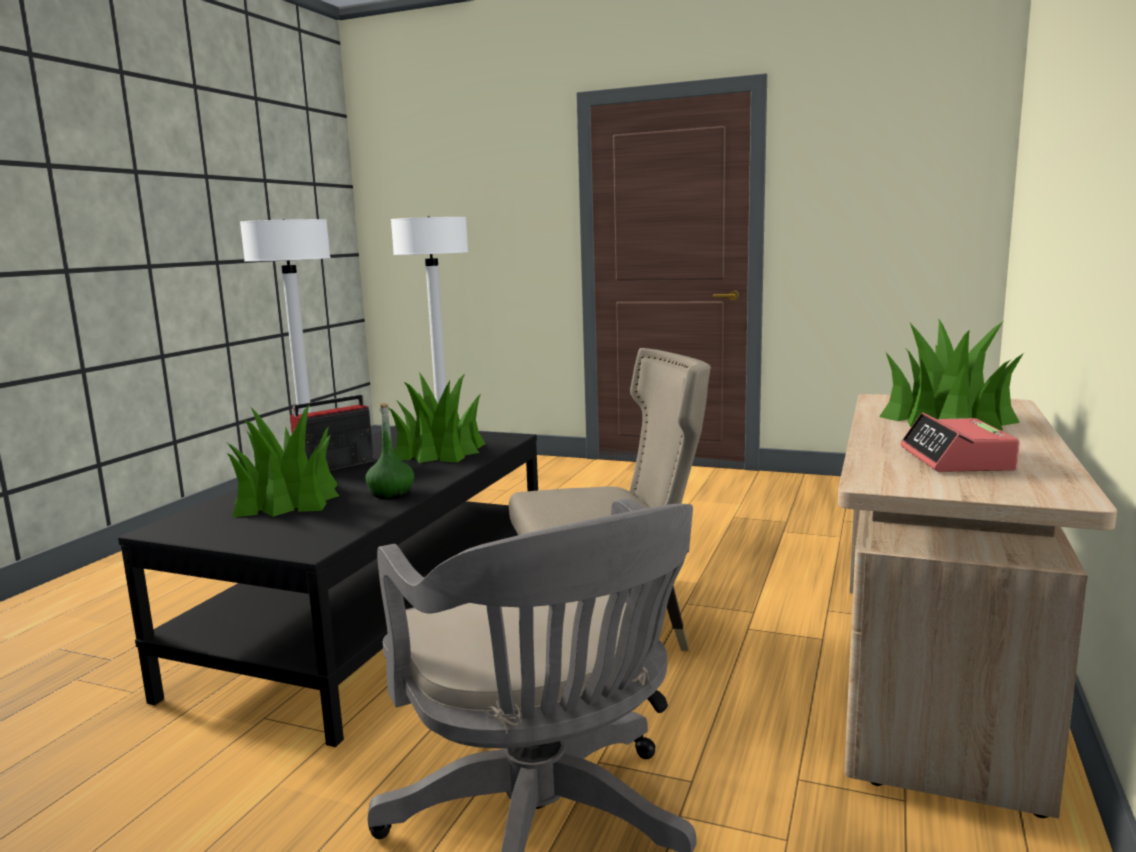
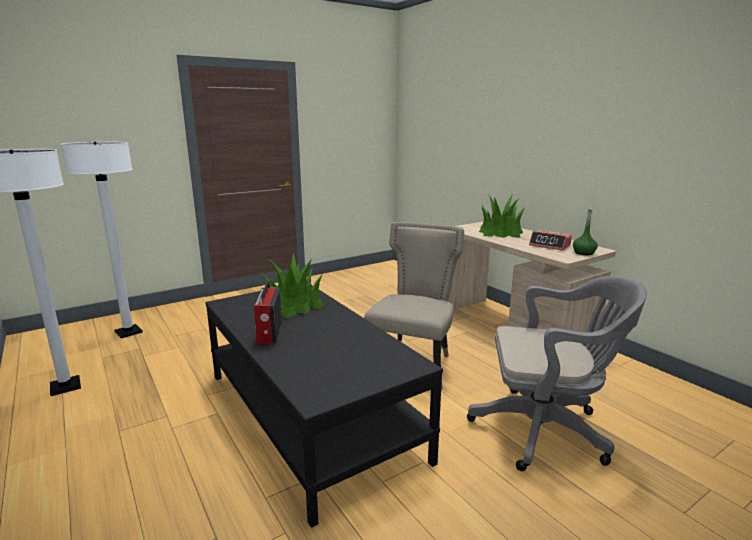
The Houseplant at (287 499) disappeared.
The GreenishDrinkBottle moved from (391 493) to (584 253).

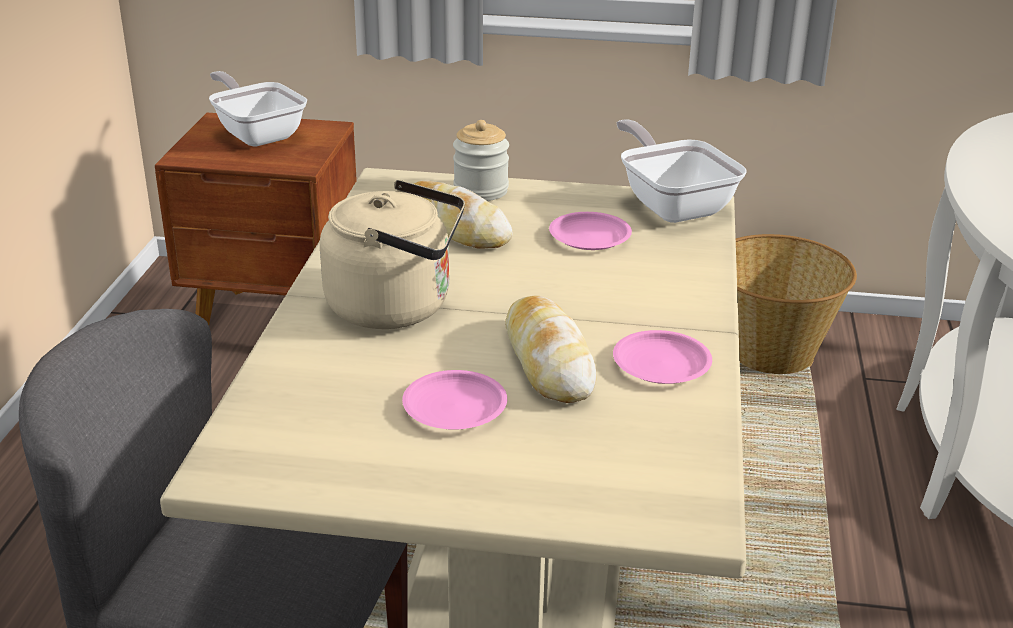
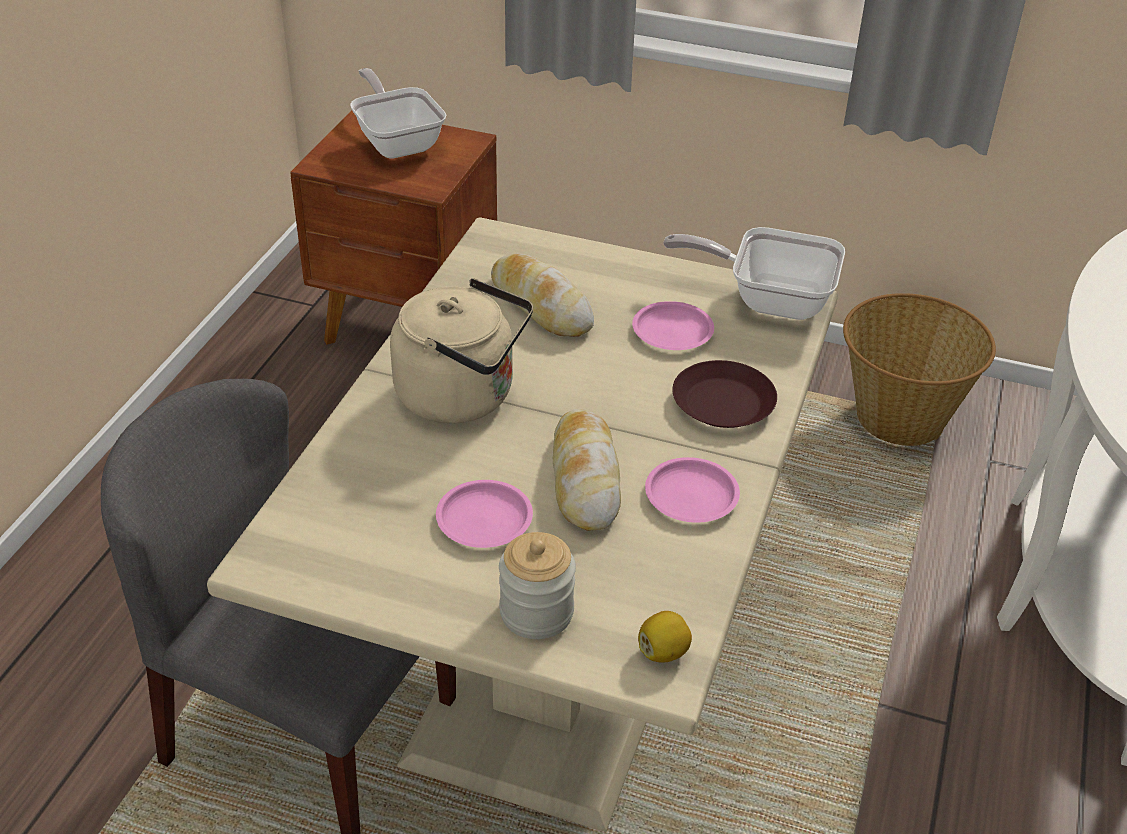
The WholeLemon at (663 652) appeared.
The BrownishDinnerPlate at (723 404) appeared.
The PreserveJar moved from (481 190) to (536 612).
The FryingPan at (672 204) turned 60 degrees counterclockwise.

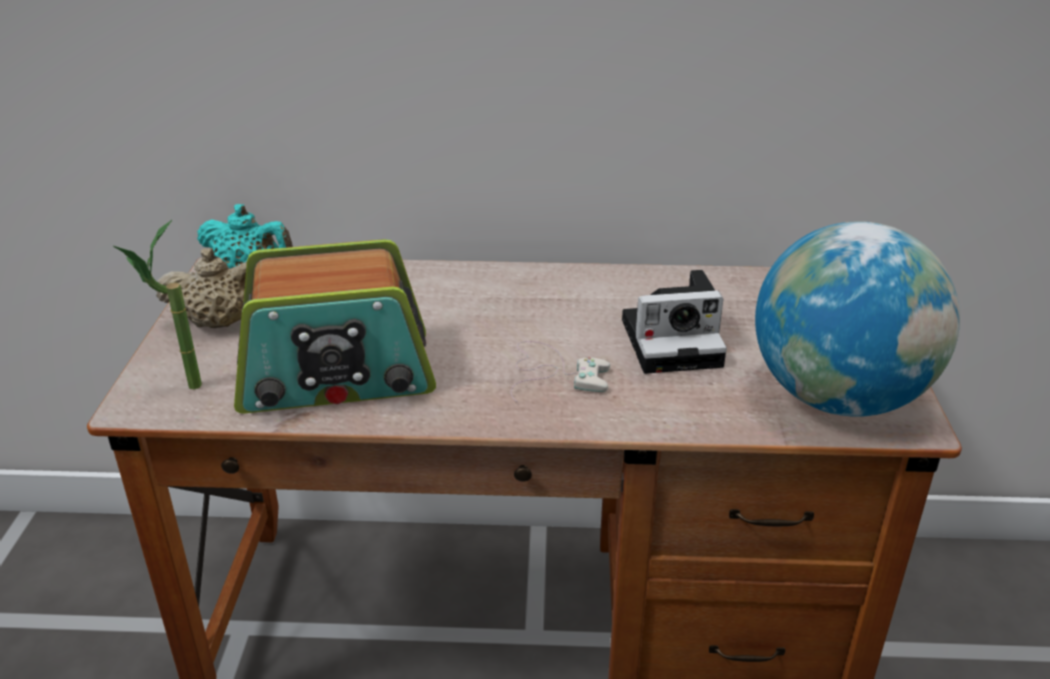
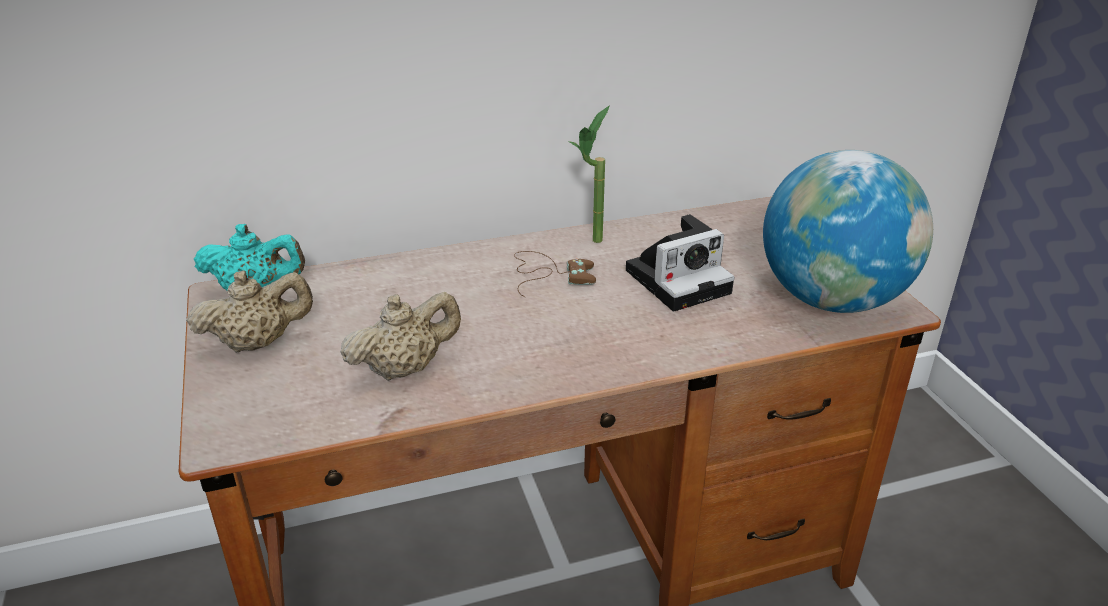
The WhiteGameController at (553 372) disappeared.
The BrownishGameController at (548 273) appeared.
The Houseplant moved from (180 389) to (590 244).
The Radio at (336 375) was replaced by the SandColouredPotForTea at (405 369).

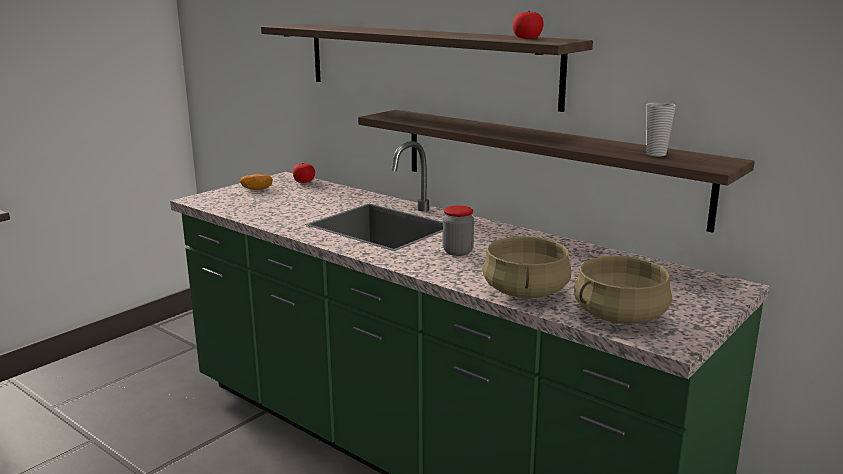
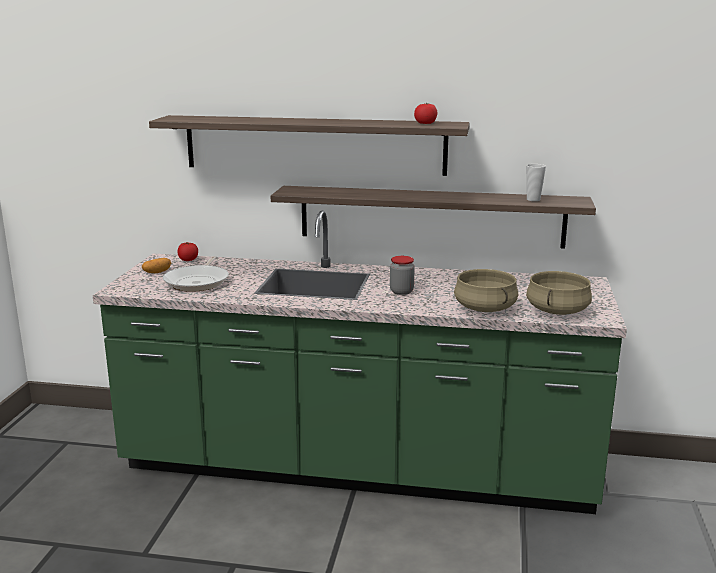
The FryingPan at (198 281) appeared.

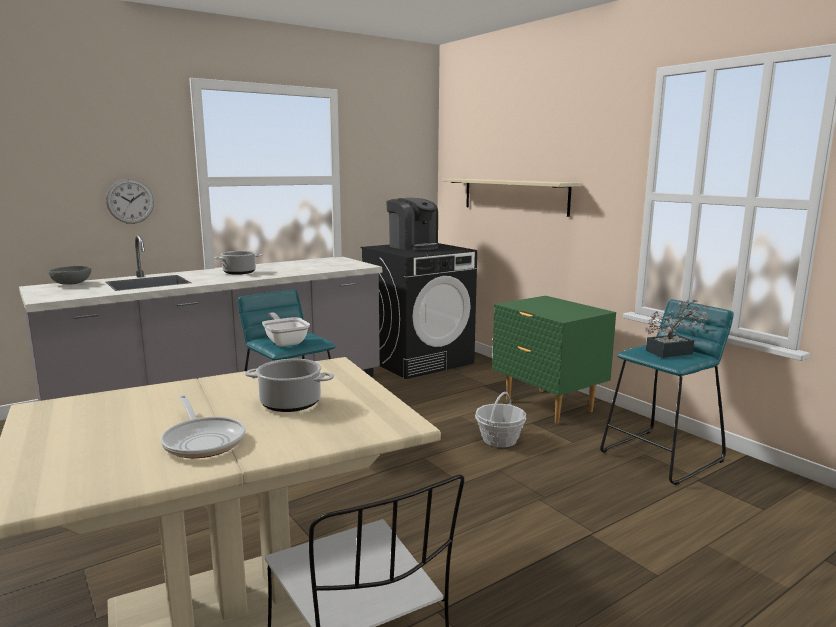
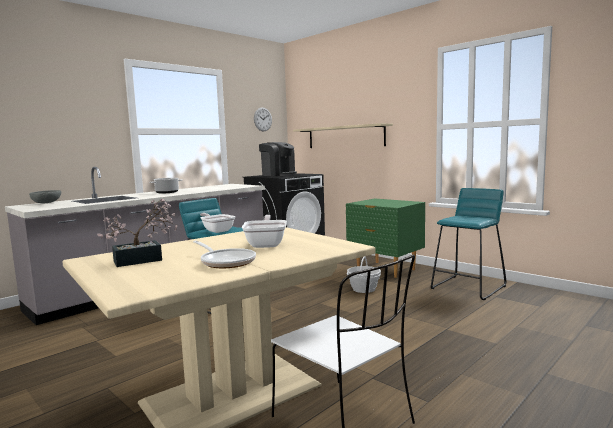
The ClockOnTheWall moved from (130 201) to (263 119).
The Houseplant moved from (673 352) to (144 260).
The Stockpot at (291 403) was replaced by the FryingPan at (266 244).

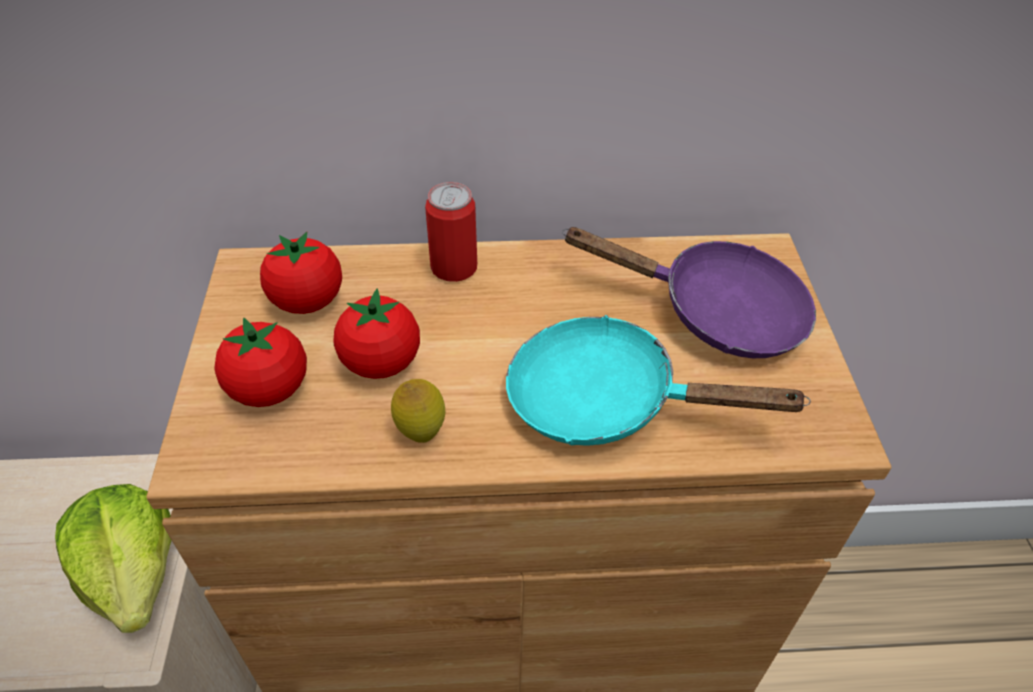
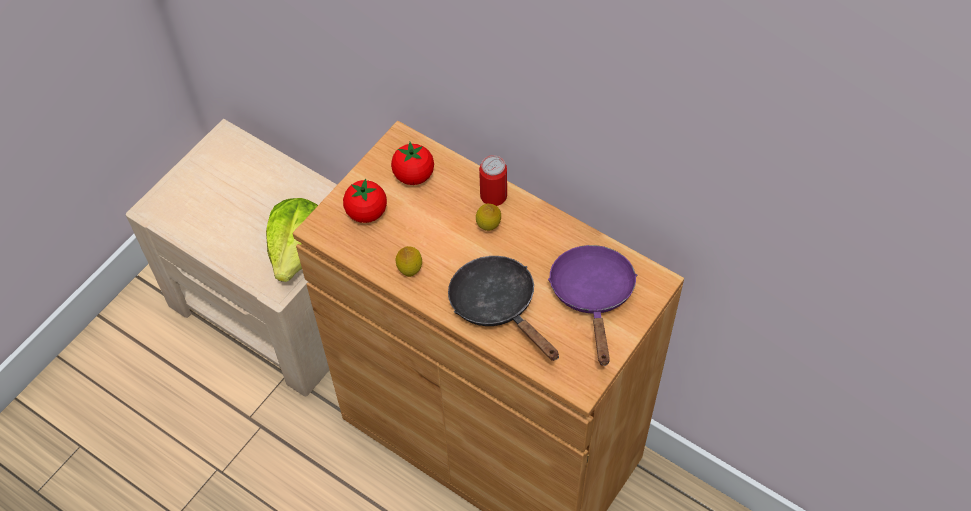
The FreshTomato at (381 363) disappeared.
The WholeLemon at (488 227) appeared.
The BlueGreenFryingPan at (607 400) became the BlackFryingPan at (498 306).
The PurpleColouredFryingPan at (715 312) turned 150 degrees counterclockwise.

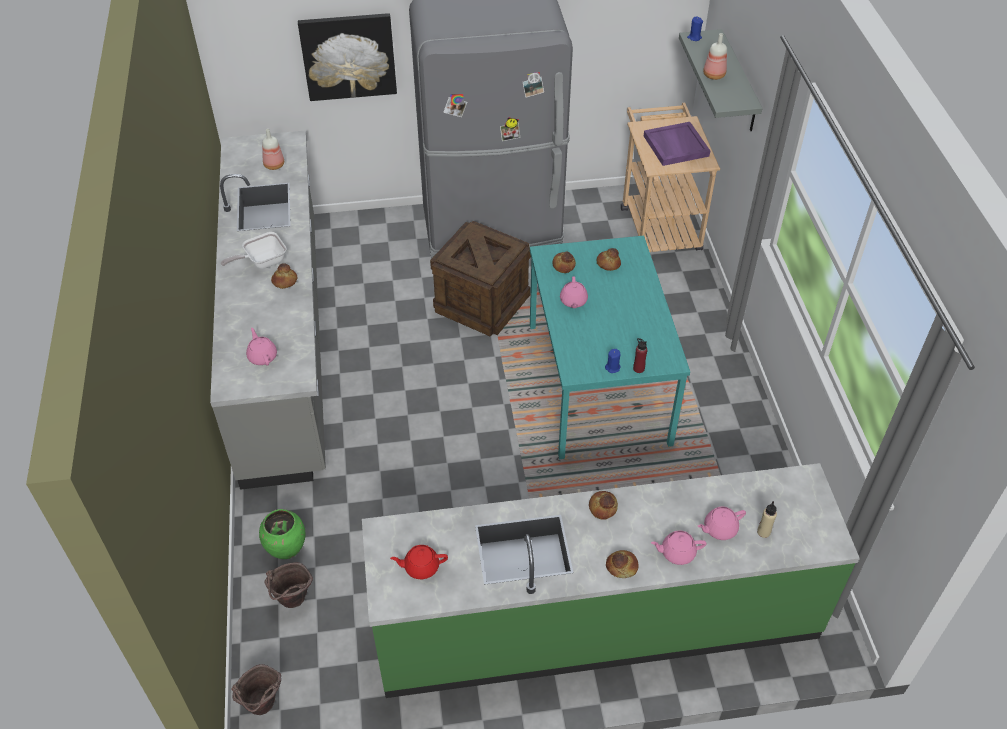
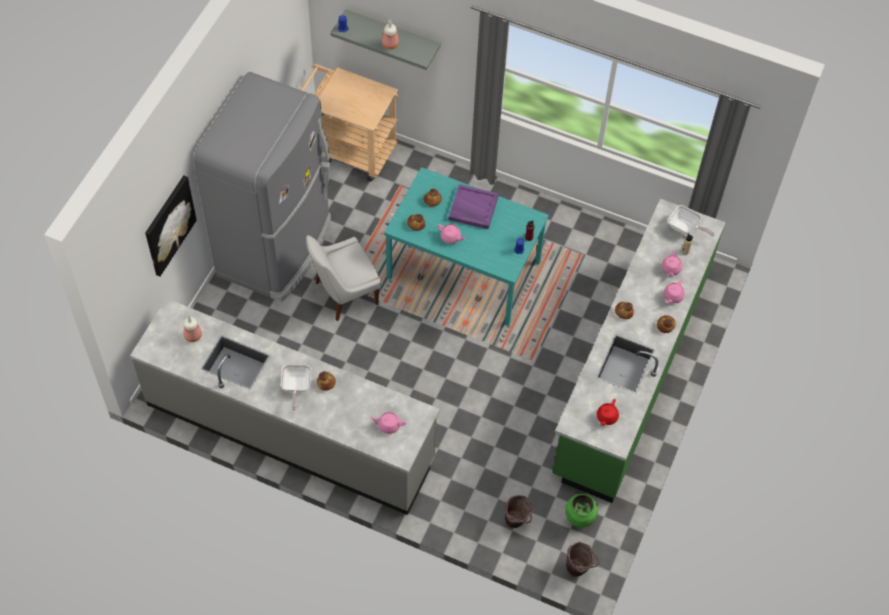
The FryingPan at (685 228) appeared.
The GreenishVase moved from (287 550) to (579 519).
The PurpleColouredServingTray moved from (675 146) to (472 208).
The ShippingCrate at (481 302) was replaced by the WhiteUprightChair at (344 294).

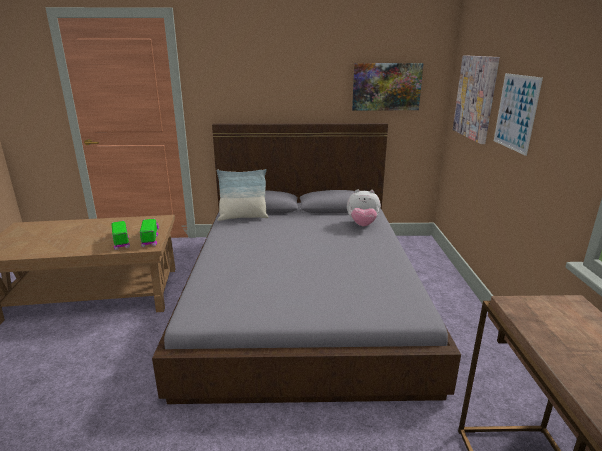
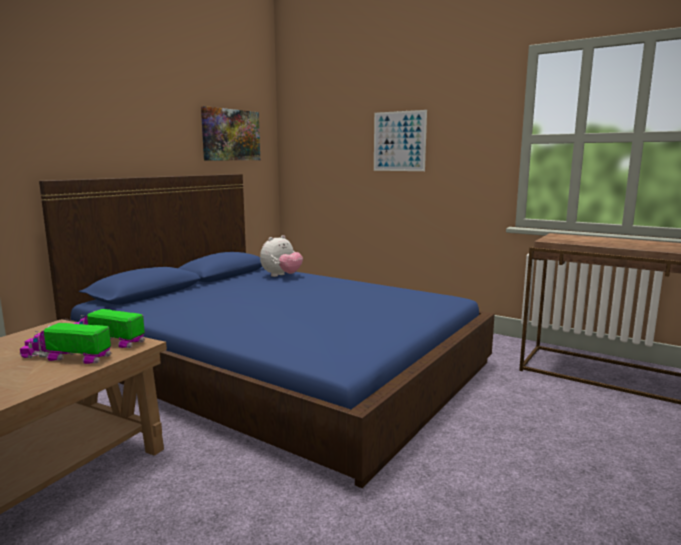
The Pillow at (243 217) disappeared.
The Picture at (475 97) disappeared.
The GreyishBed at (303 295) became the BluishBed at (279 364).

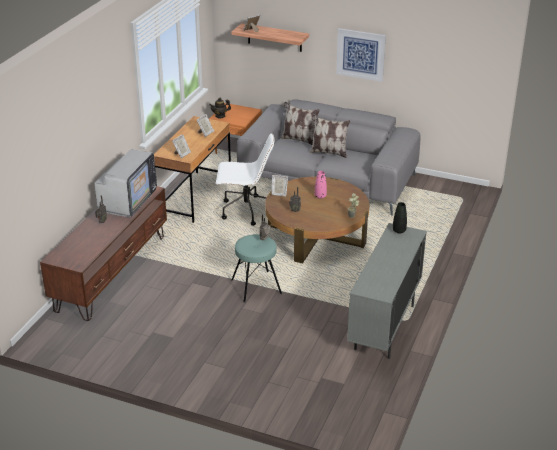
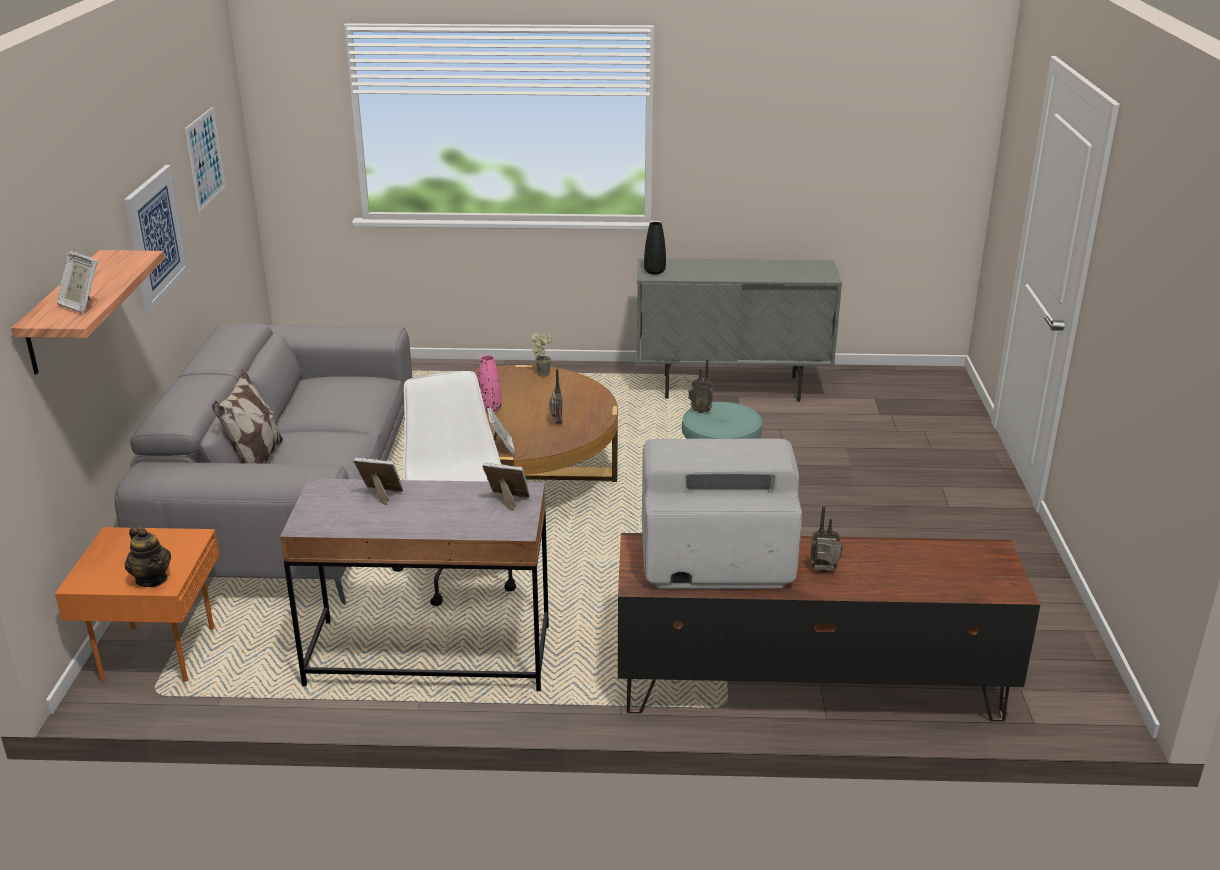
The Pillow at (328 152) disappeared.
The Picture at (205 158) appeared.
The BrownishDeskTable at (195 196) became the GreyishDeskTable at (429 656).

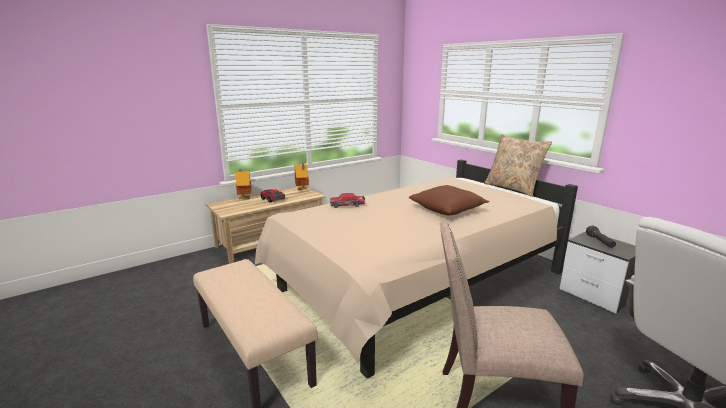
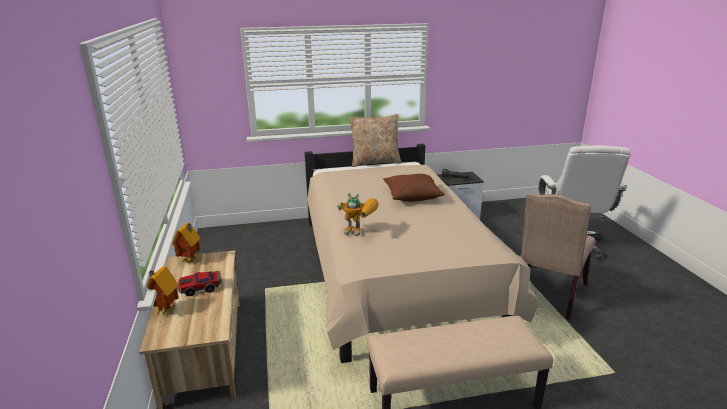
The MiniatureCar at (347 205) was replaced by the RobotFigure at (360 232).

